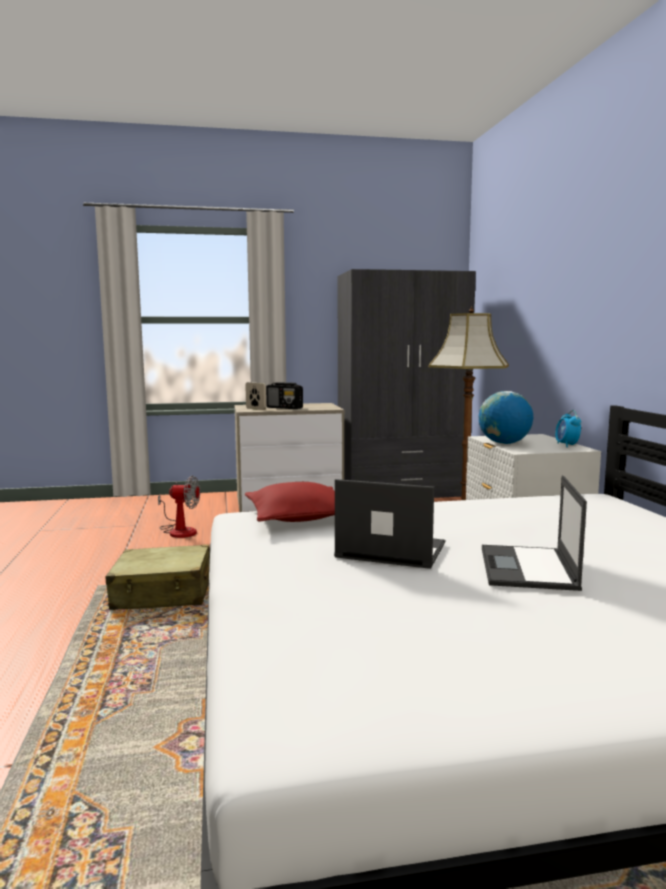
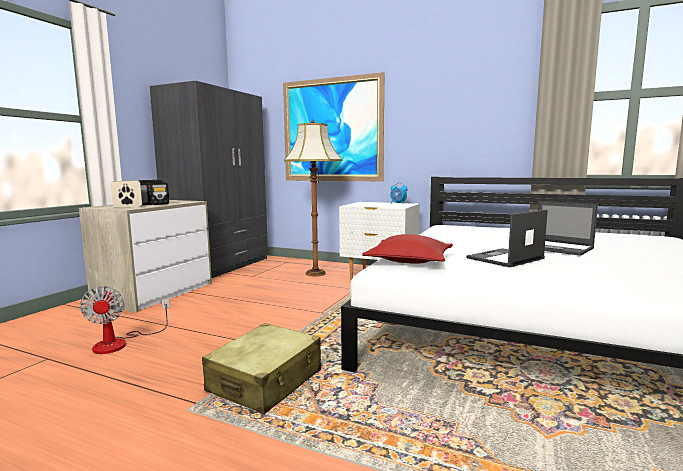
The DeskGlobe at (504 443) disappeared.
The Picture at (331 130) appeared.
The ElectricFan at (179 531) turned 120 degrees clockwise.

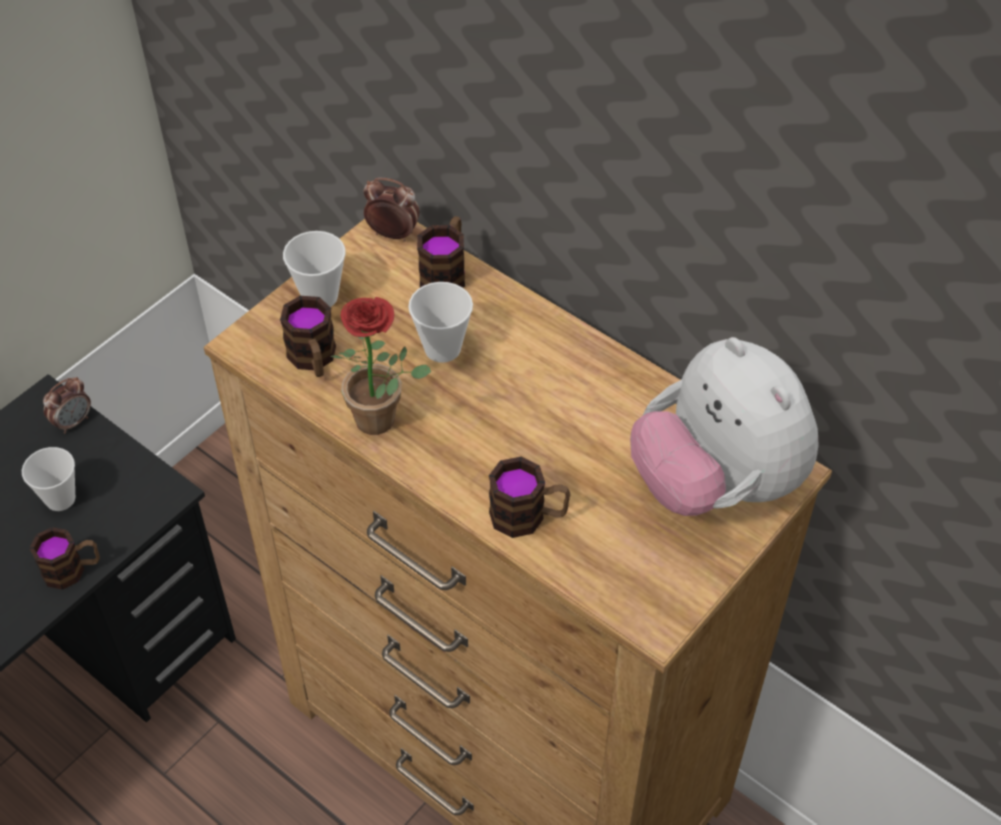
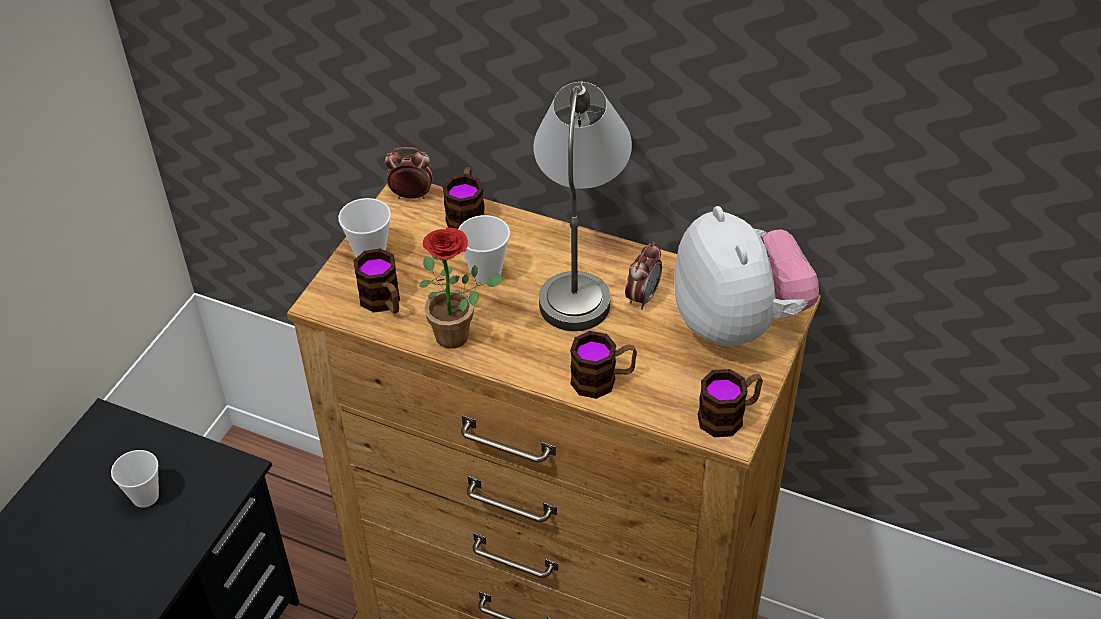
The GreyishTabletopLamp at (580 270) appeared.
The Mug moved from (72 570) to (729 416).
The AlarmClock moved from (73 422) to (642 297).
The CuddlyToy at (716 483) turned 150 degrees counterclockwise.

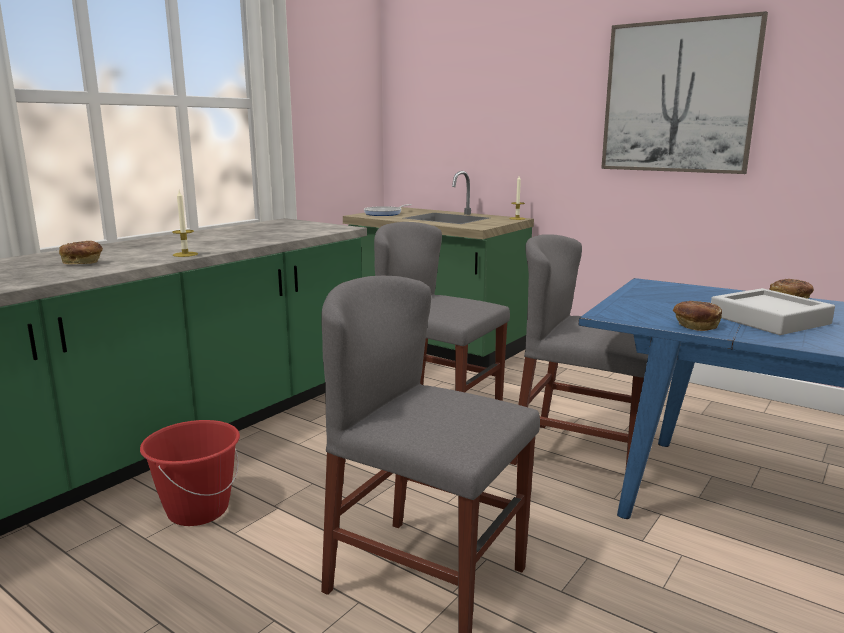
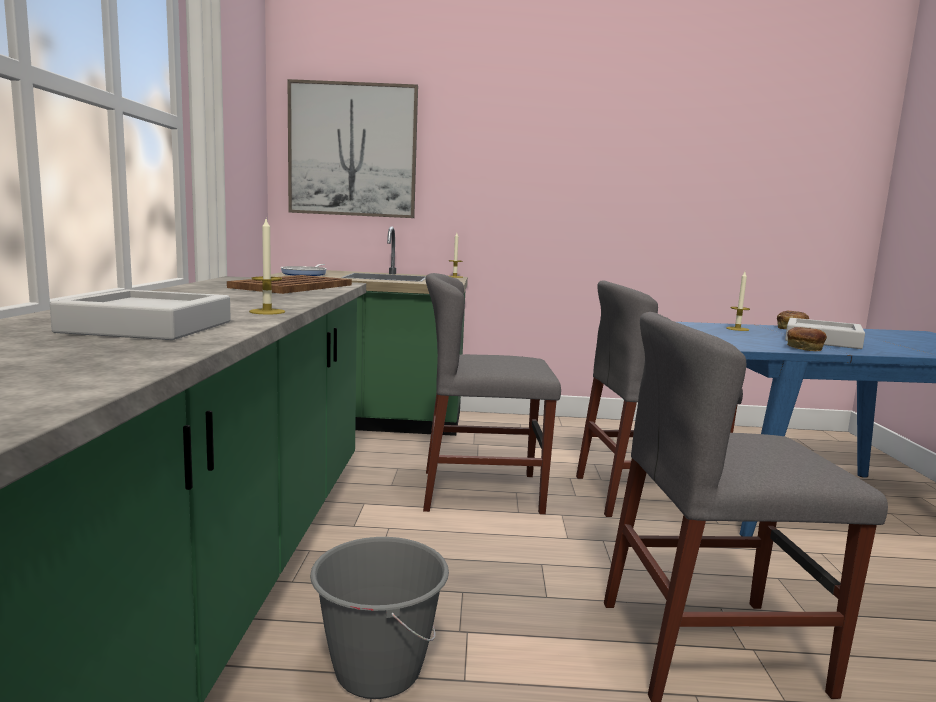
The BrownishServingTray at (294 286) appeared.
The Candle at (737 329) appeared.
The Picture moved from (678 97) to (352 150).
The BakeryBread at (83 263) was replaced by the GreyishServingTray at (148 327).
The RedColouredPail at (198 510) became the GreyishPail at (377 671).

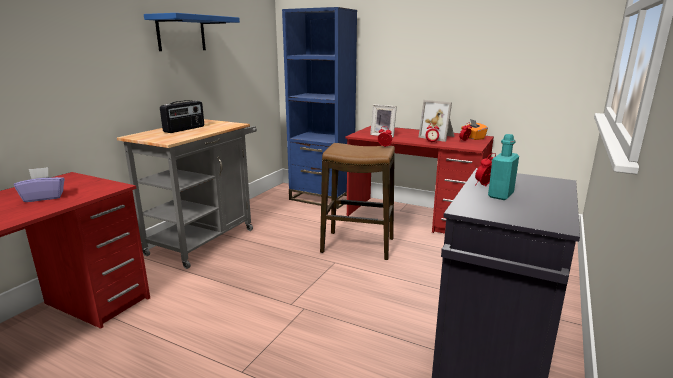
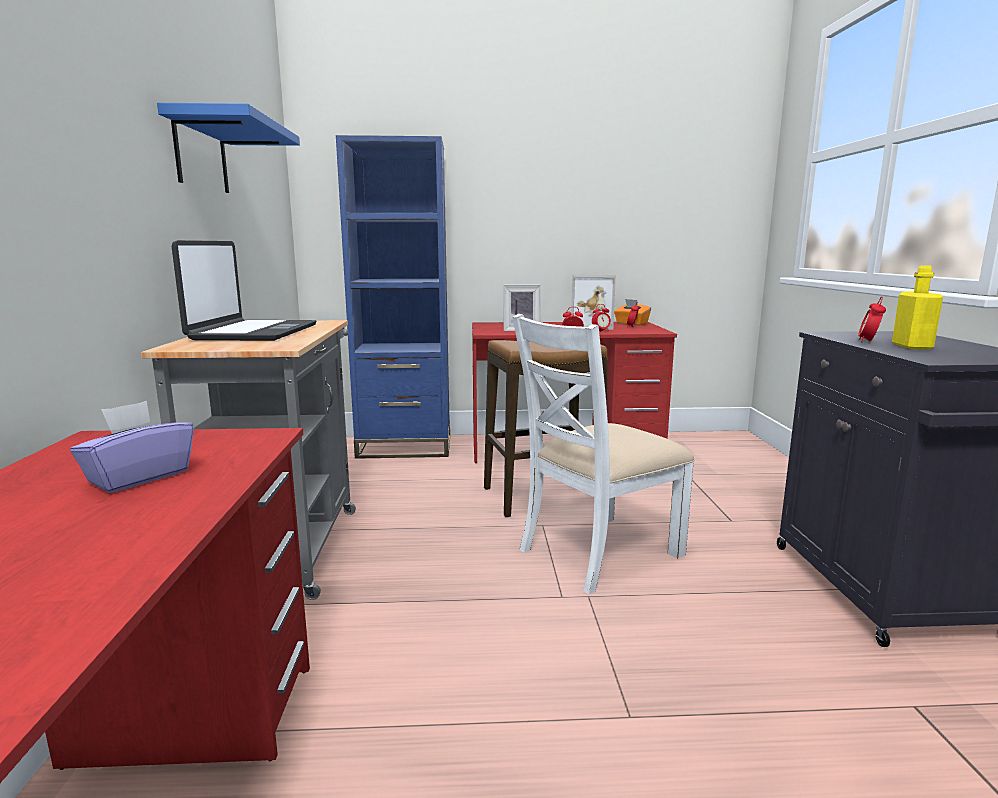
The WhiteUprightChair at (598 551) appeared.
The Radio at (184 129) was replaced by the PortableComputer at (253 332).
The BlueGreenDrinkBottle at (500 195) became the YellowColouredDrinkBottle at (912 346).

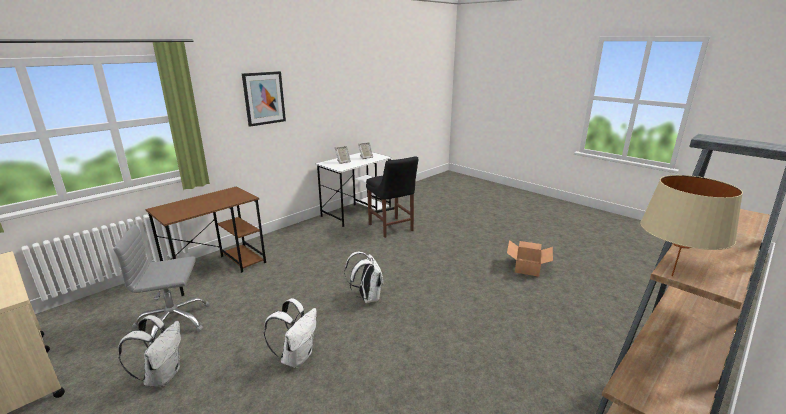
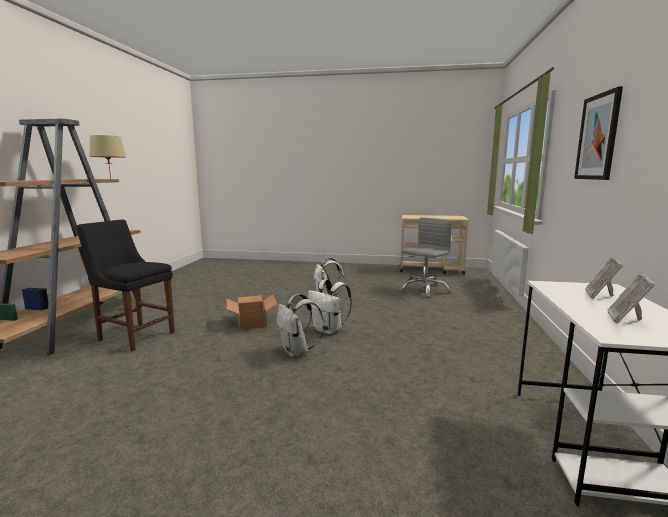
The BrownishDeskTable at (217 269) disappeared.
The WhiteRucksack moved from (162 376) to (297 351).
The BlackUprightChair moved from (391 228) to (135 335).
The PackingBox moved from (527 267) to (252 322).

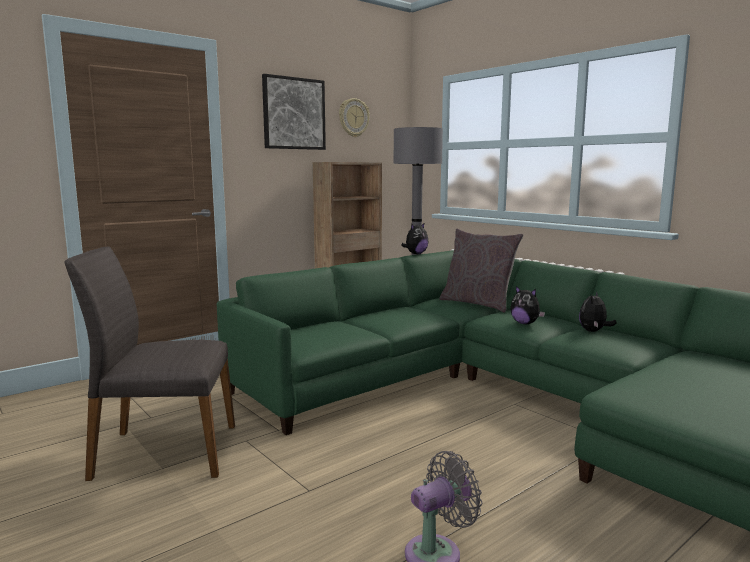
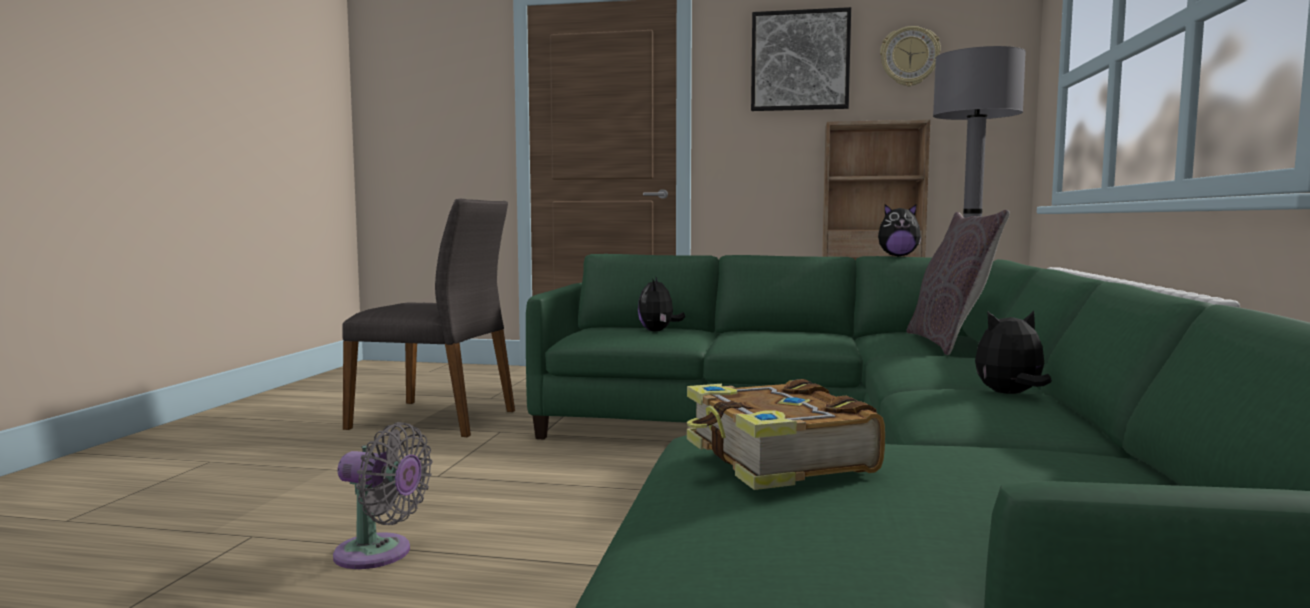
The BoundBook at (776 459) appeared.
The CuddlyToy moved from (525 323) to (658 331).
The GreyishUprightChair at (164 452) turned 150 degrees clockwise.

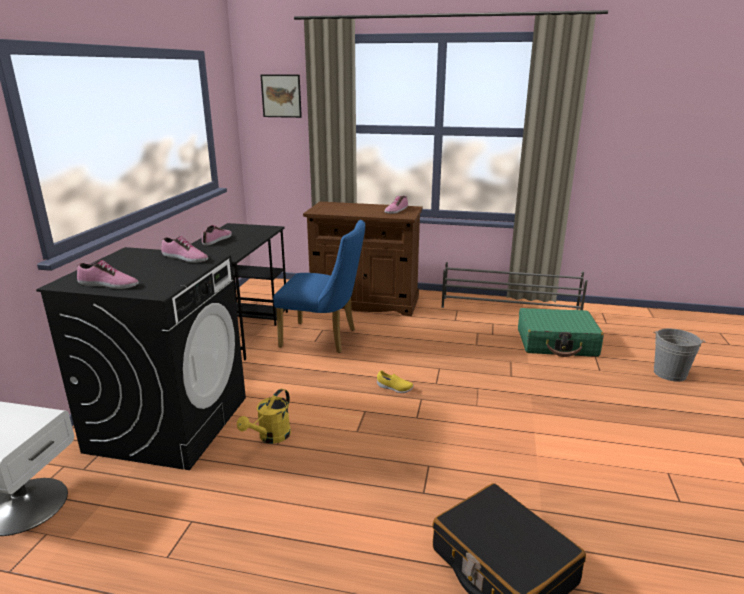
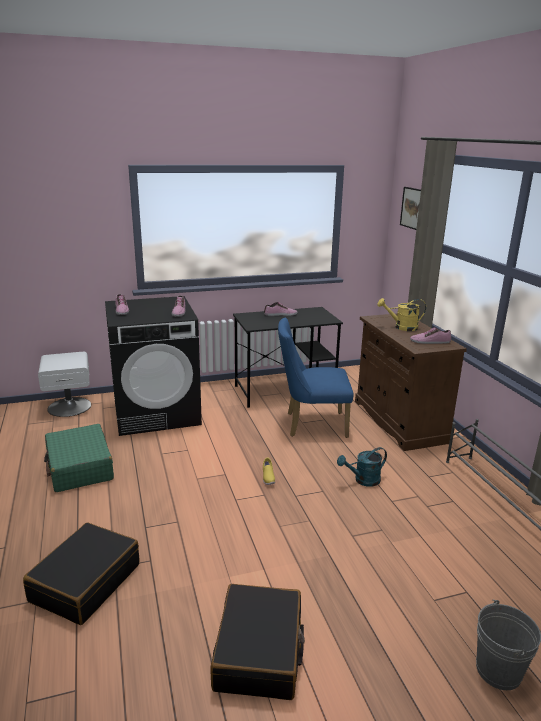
The BlackPieceOfLuggage at (259 651) appeared.
The BlueGreenSprinklingCan at (363 480) appeared.
The YellowColouredSprinklingCan moved from (270 437) to (402 327).
The GreenishPieceOfLuggage moved from (557 343) to (80 467).
The BluishUprightChair at (324 338) turned 105 degrees clockwise.

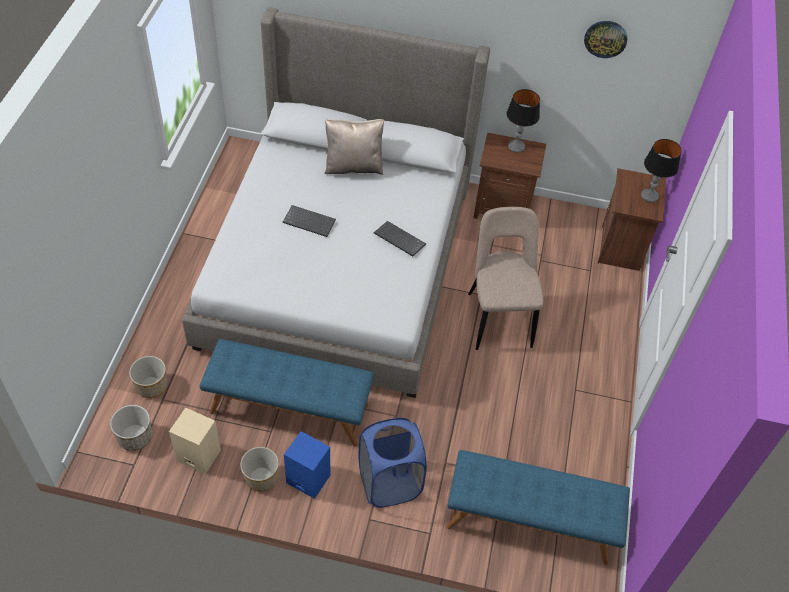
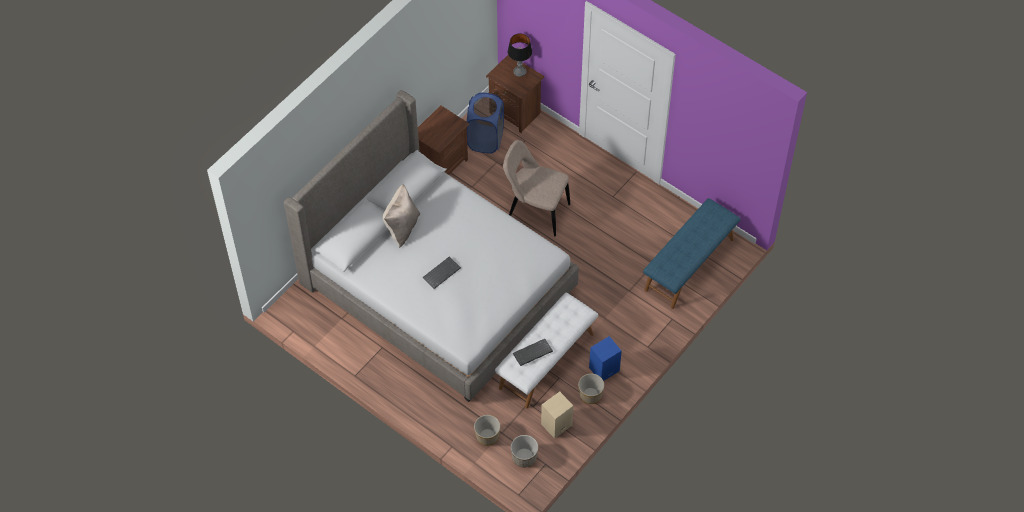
The TabletopLamp at (516 146) disappeared.
The ClockOnTheWall at (605 38) disappeared.
The BluishLaundryBasket moved from (389 483) to (485 139).
The PcKeyboard moved from (398 240) to (532 353).
The BluishIndoorBench at (290 407) became the WhiteIndoorBench at (546 360).

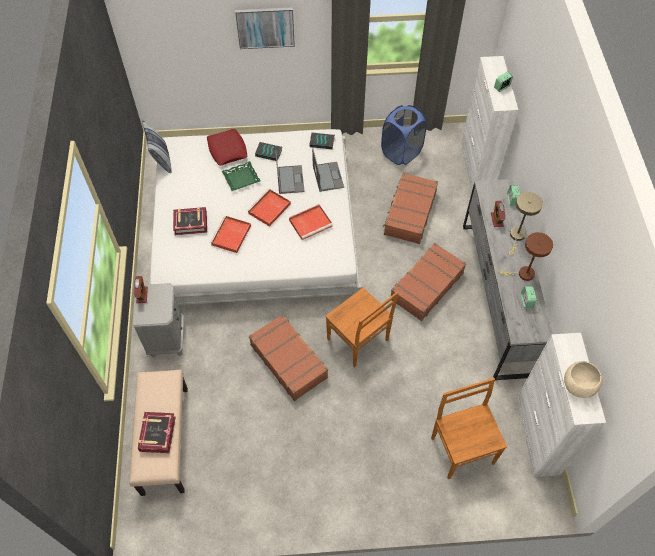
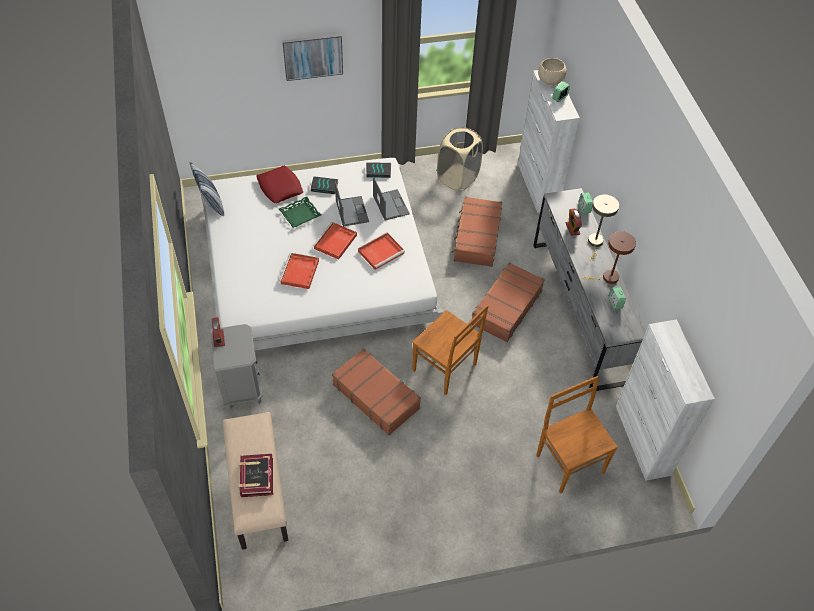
The BoundBook at (190 223) disappeared.
The SandColouredServingBowl moved from (578 386) to (550 81).
The BluishLaundryBasket at (401 152) became the SandColouredLaundryBasket at (458 178).

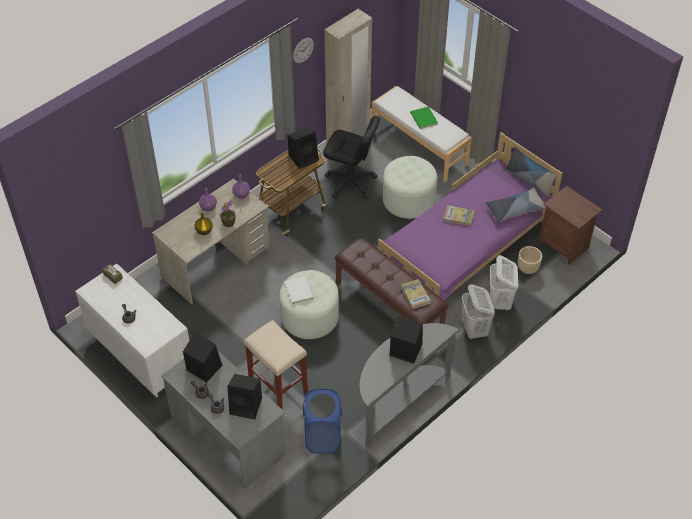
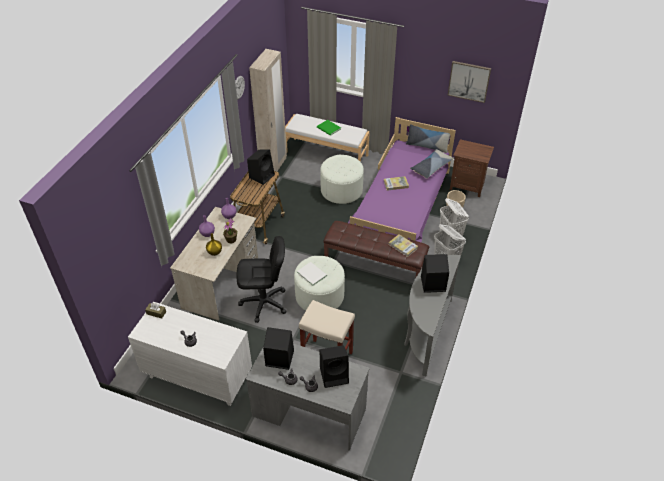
The BluishLaundryBasket at (323 437) disappeared.
The Picture at (469 81) appeared.
The BlackDeskChair moved from (350 182) to (264 303).

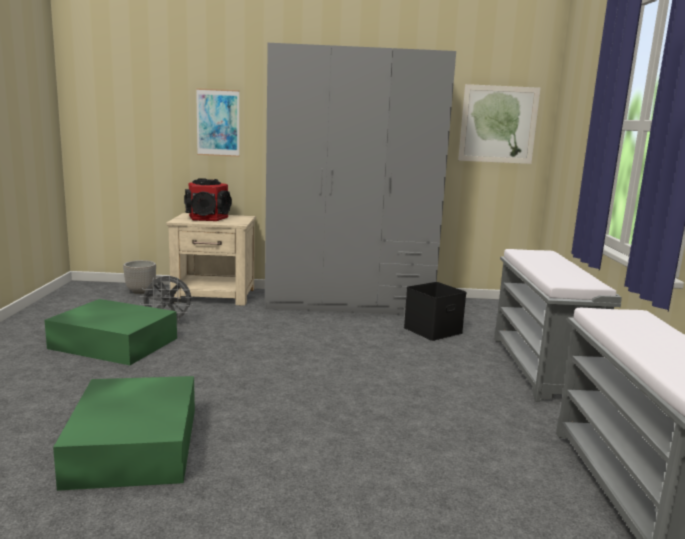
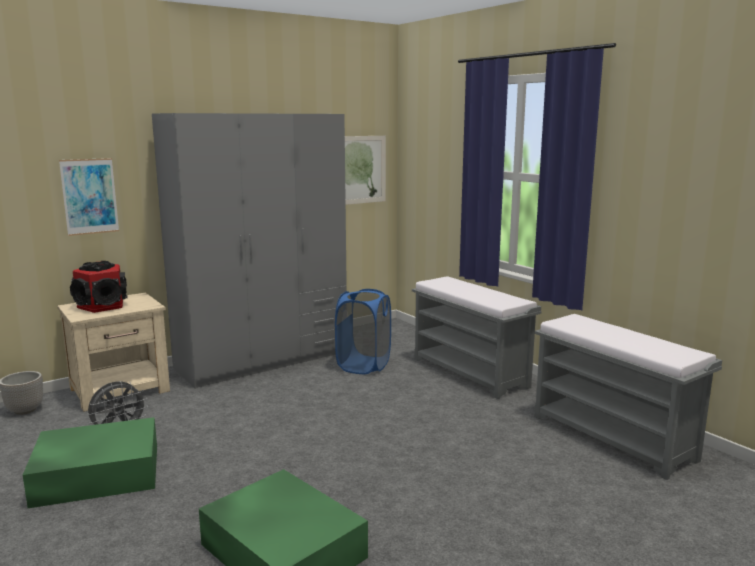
The BlackStorageContainer at (432 331) was replaced by the BluishLaundryBasket at (364 365).

